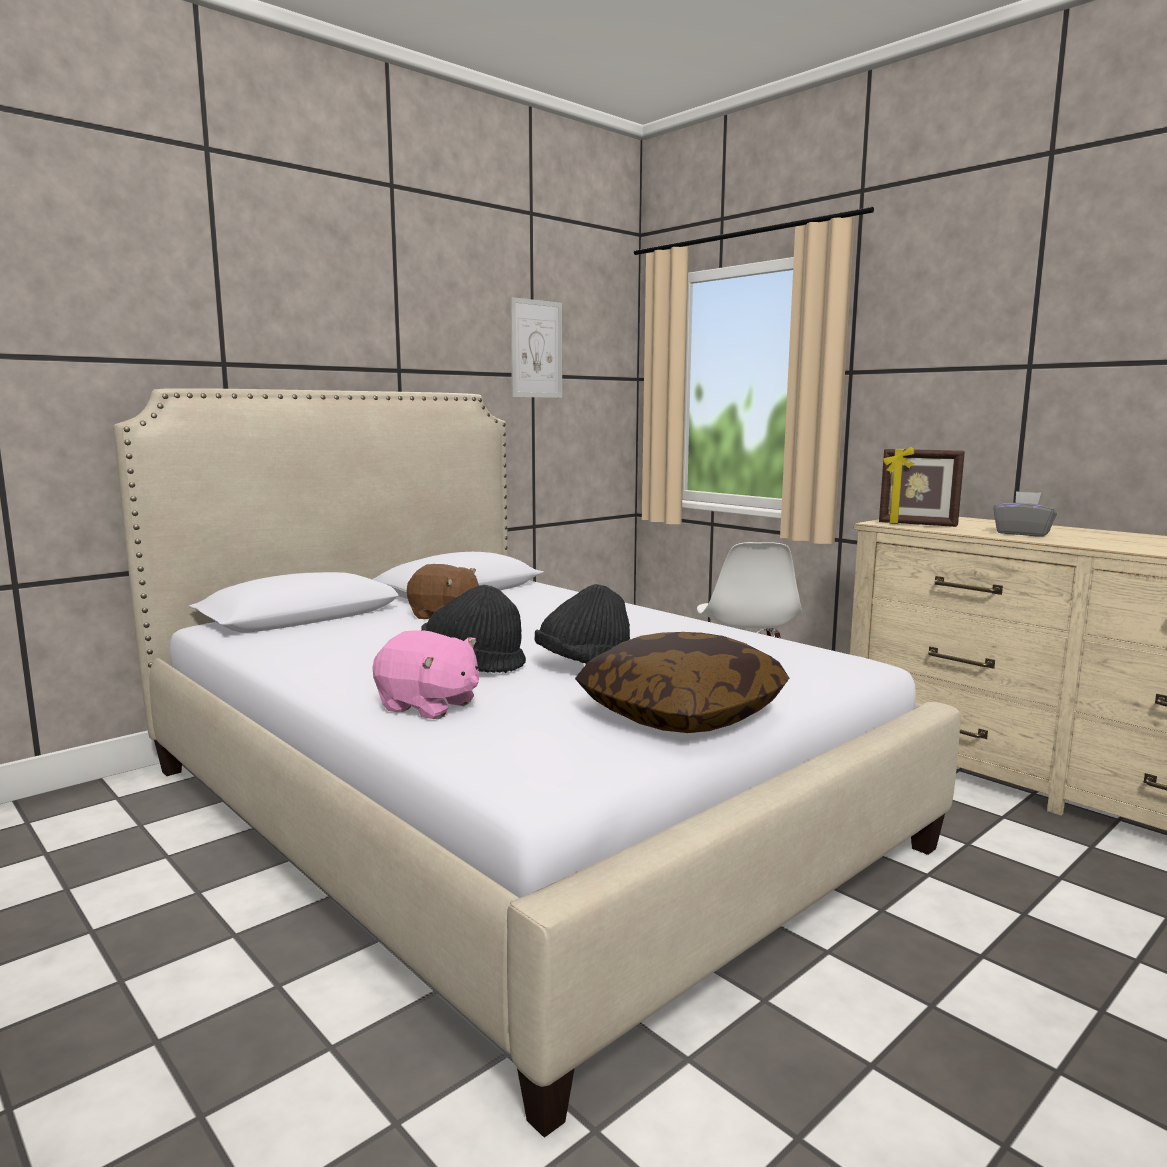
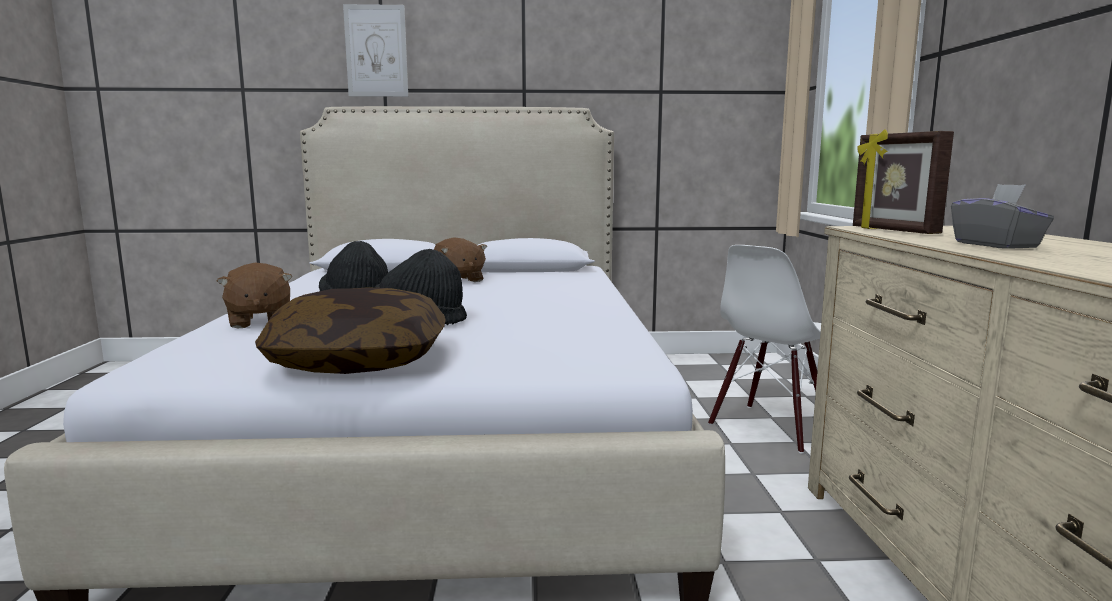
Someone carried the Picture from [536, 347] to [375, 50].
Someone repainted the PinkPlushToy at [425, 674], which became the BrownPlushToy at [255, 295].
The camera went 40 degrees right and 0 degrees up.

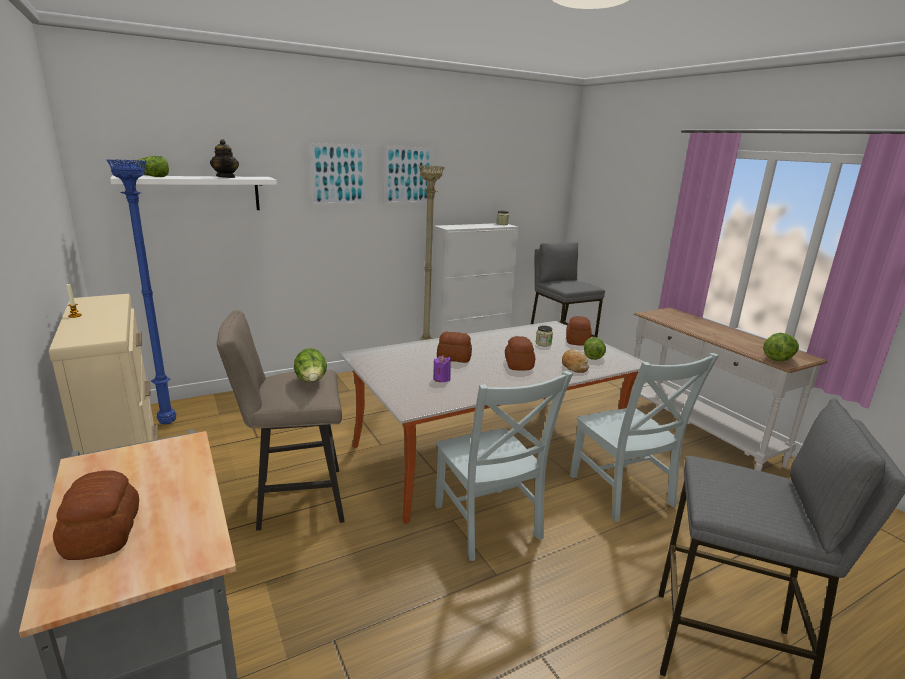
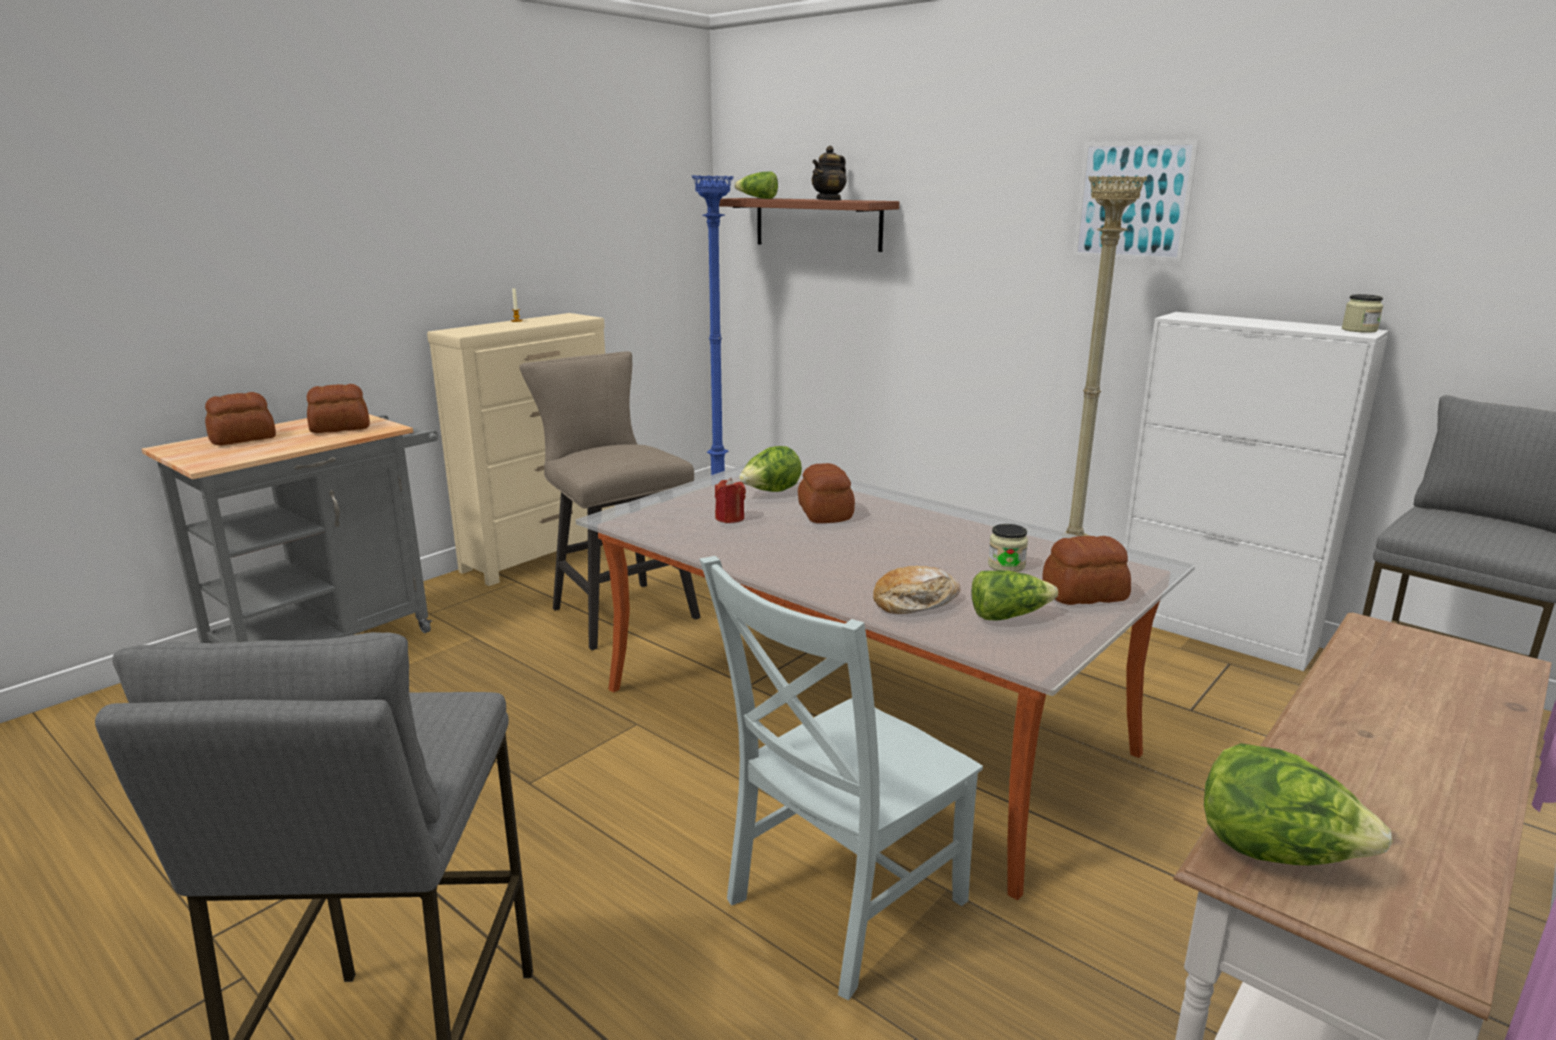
Someone took away the Picture at [337, 174].
Someone took away the GreyChair at [504, 466].
Someone carried the Lettuce from [310, 365] to [770, 469].
Someone carried the Bread from [520, 353] to [338, 408].
Someone repainted the WhiteShelf at [193, 193], which became the BrownShelf at [809, 225].
Someone repainted the PurpleCandle at [442, 368], which became the RedCandle at [730, 500].
The camera went 70 degrees right and 0 degrees up.

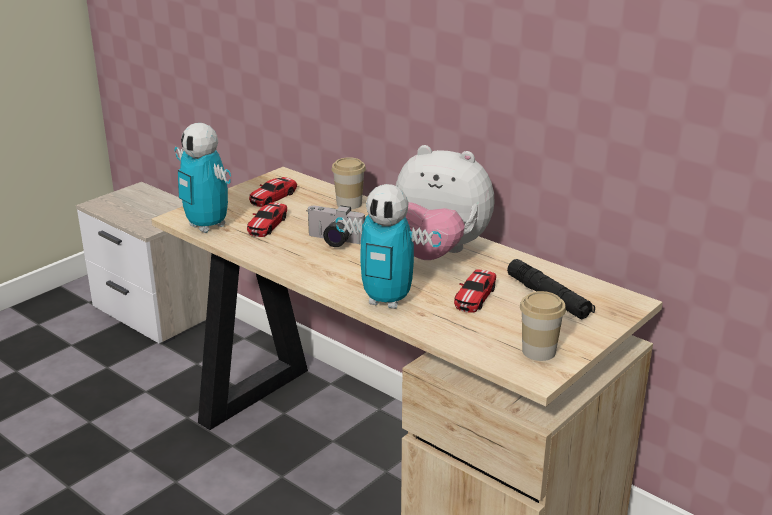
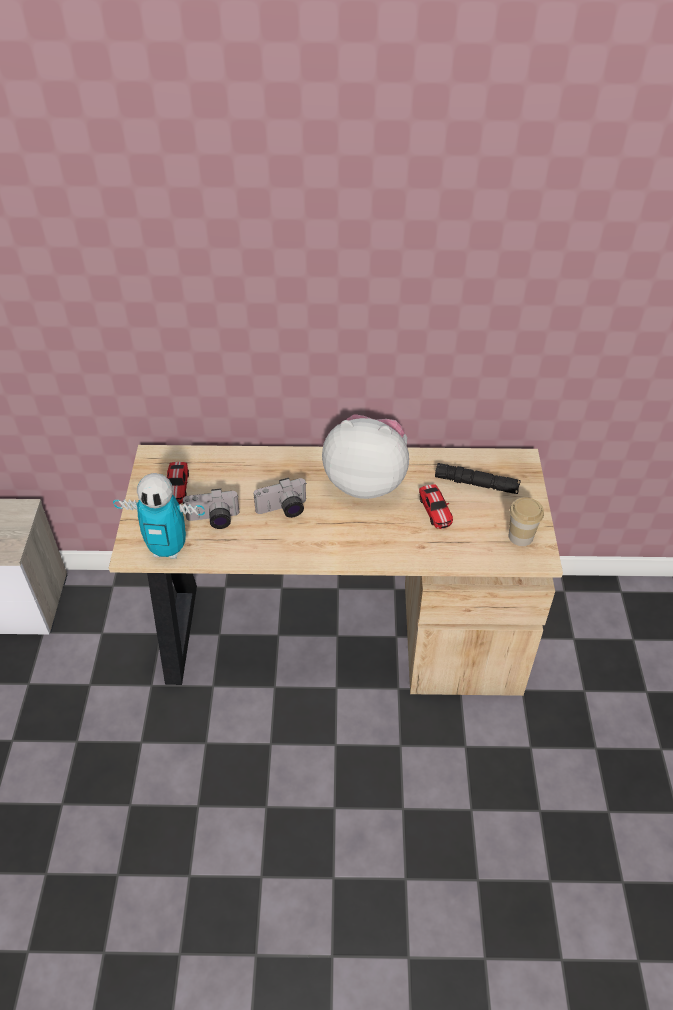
Someone took away the Cup at [349, 183].
Someone took away the ToyRobot at [388, 246].
Someone swapped the ToyCar at [267, 220] for the PhotoCamera at [211, 508].
Someone rotated the PlushToy at [445, 202] by 150 degrees counterclockwise.
The camera went 40 degrees left and 20 degrees up.

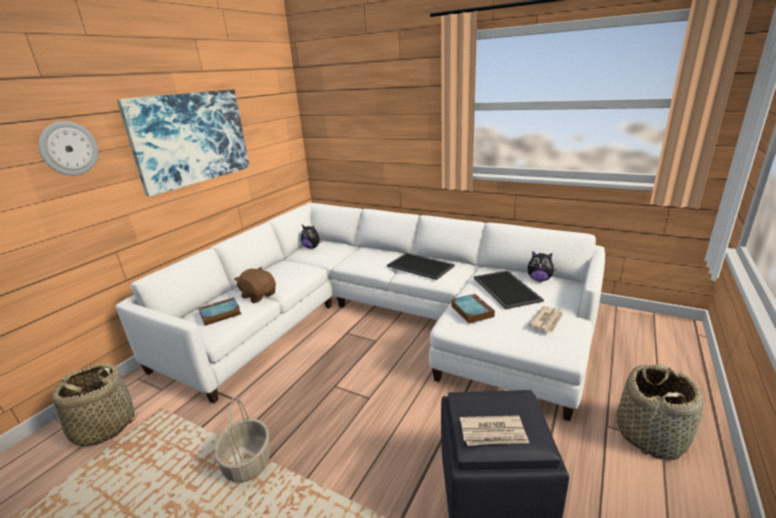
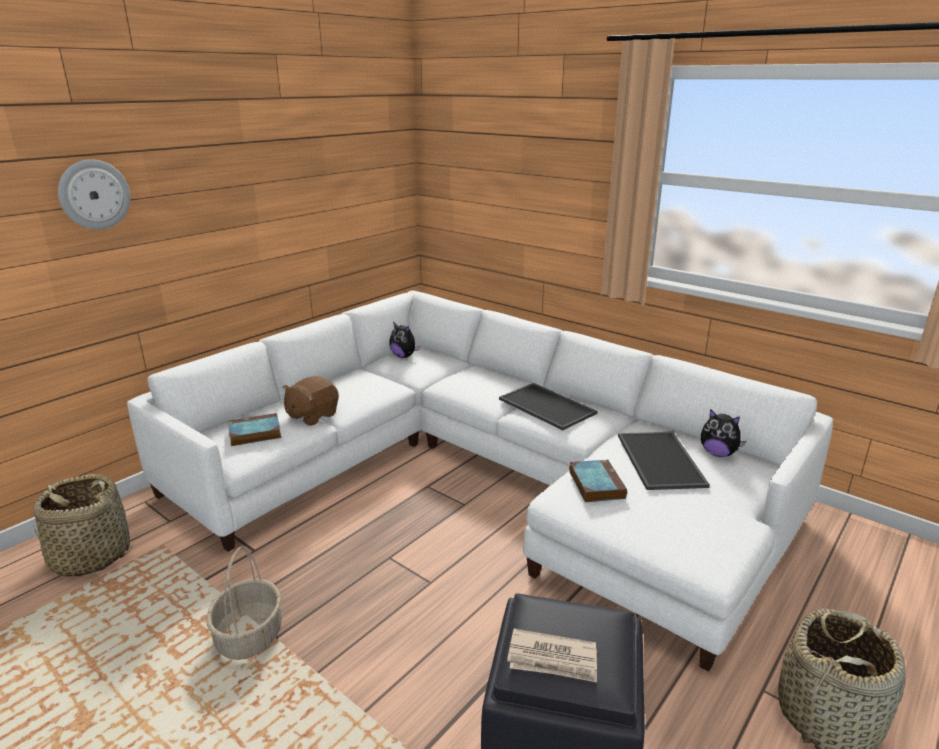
Someone took away the Picture at [183, 142].
Someone took away the Newspaper at [545, 319].
Someone rotated the BrownPlushToy at [255, 285] by 105 degrees counterclockwise.
The camera went 10 degrees right and 0 degrees up.

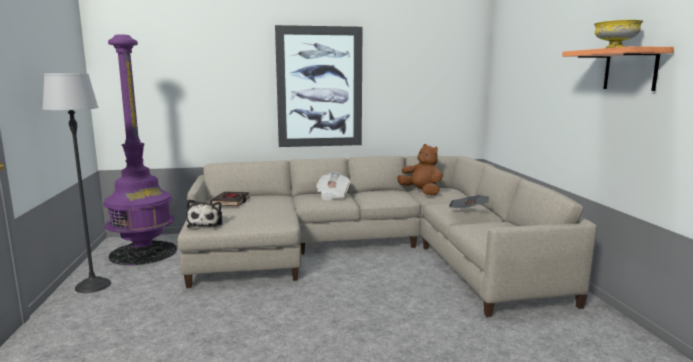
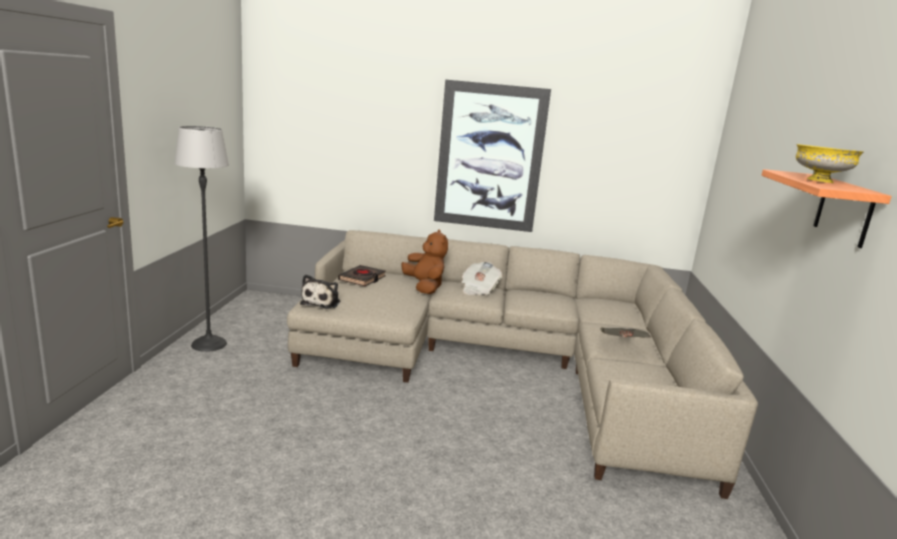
Someone took away the PurpleFloorLamp at [140, 149].
Someone carried the BrownPlushToy from [420, 169] to [424, 262].
The camera went 15 degrees right and 5 degrees up.

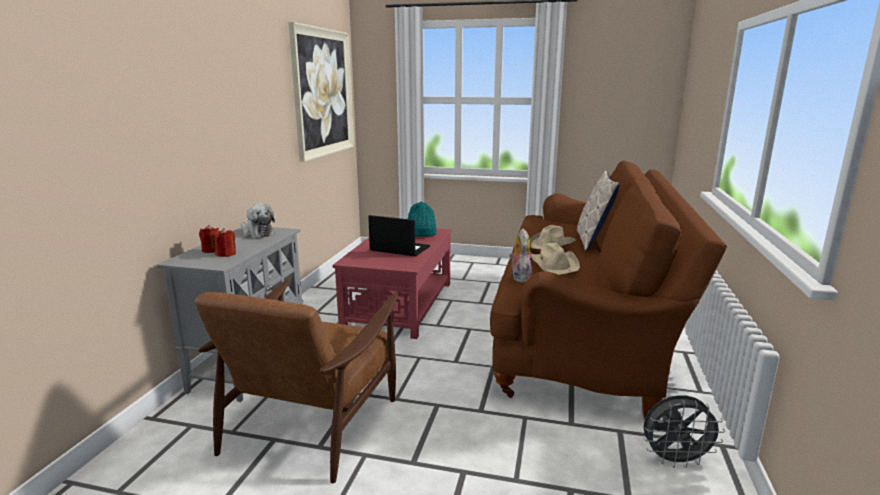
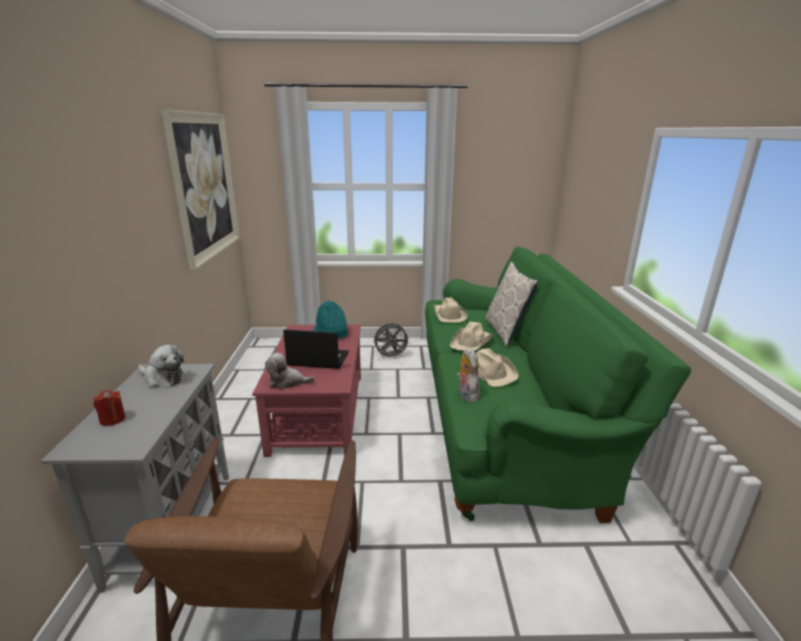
Someone took away the RedCandle at [224, 242].
Someone put down the PlushToy at [290, 371].
Someone put down the BeigeHat at [450, 310].
Someone carried the GreyFan from [684, 431] to [391, 341].
Someone repainted the BrownSofa at [608, 289], which became the GreenSofa at [558, 385].
The camera went 15 degrees left and 5 degrees up.

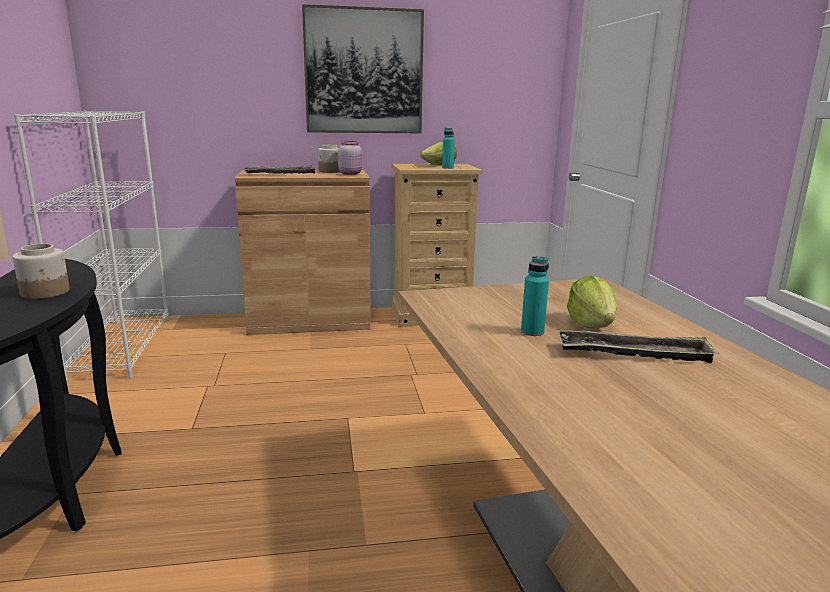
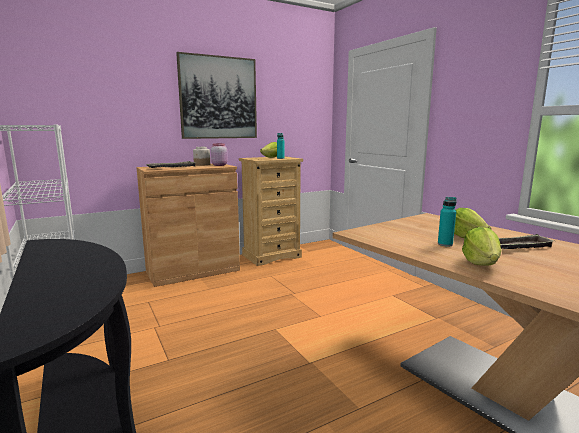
Someone took away the Jar at [41, 271].
Someone put down the Lettuce at [481, 246].
The camera went 20 degrees left and 5 degrees down.

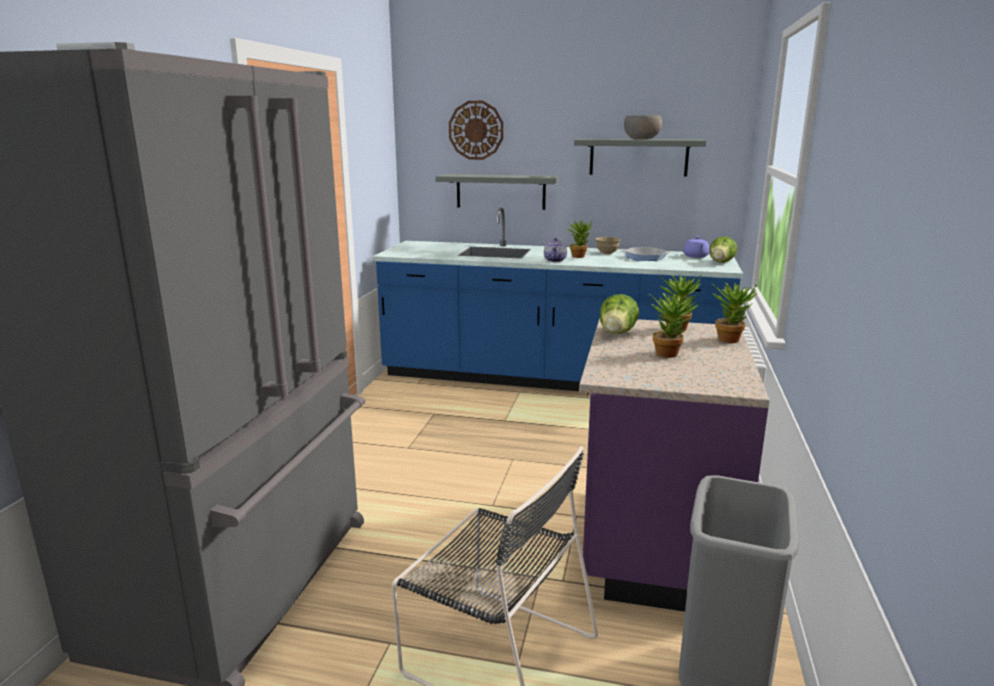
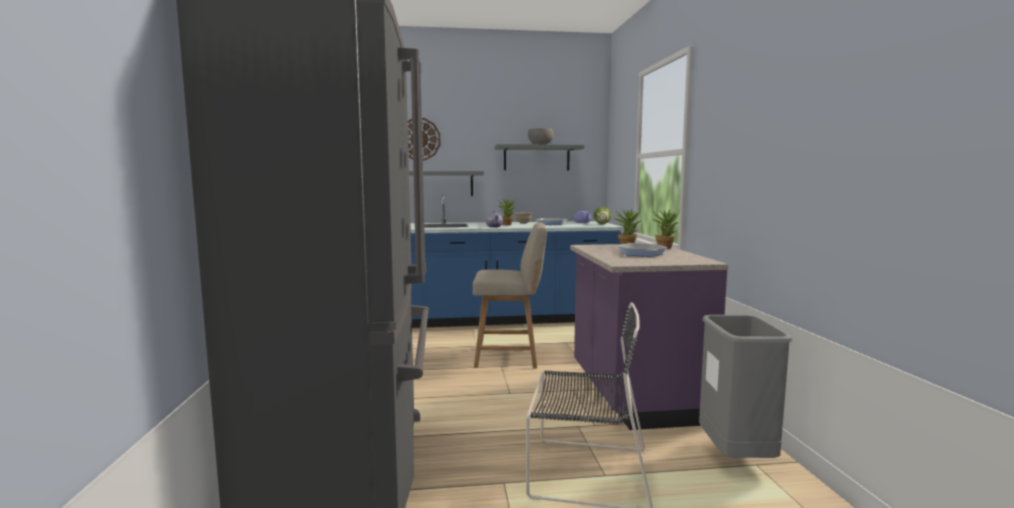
Someone took away the Lettuce at [619, 314].
Someone put down the BeigeChair at [510, 295].
Someone swapped the PottedPlant at [673, 325] for the FryingPan at [642, 250].
The camera went 20 degrees left and 10 degrees down.

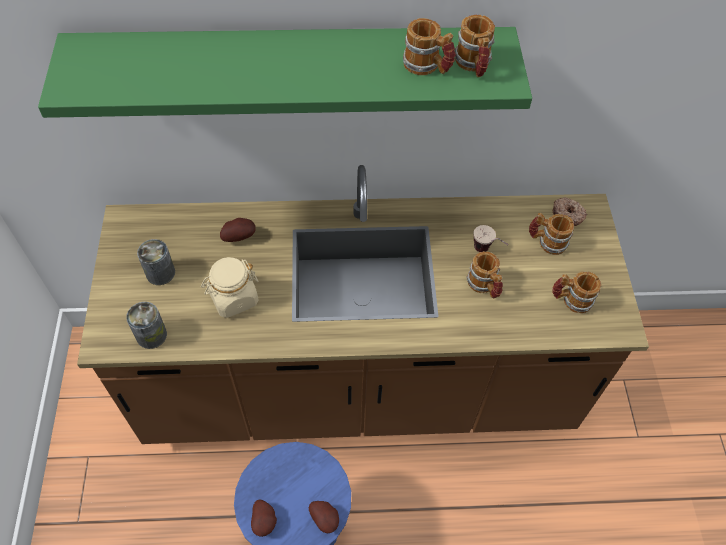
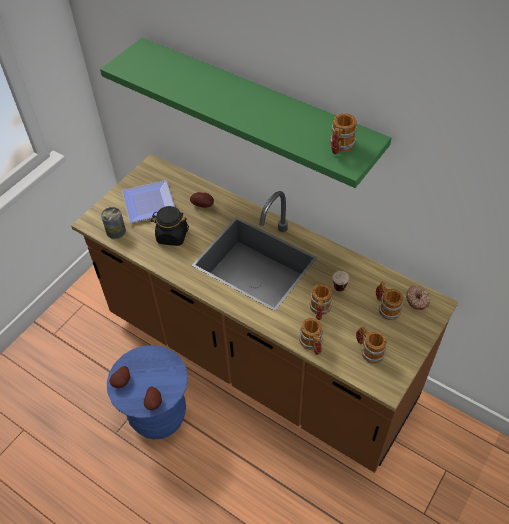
Someone carried the Mug from [429, 46] to [311, 336].
Someone swapped the Can at [156, 262] for the Plate at [148, 201].
Someone repainted the BeigeJar at [230, 287], which became the BlackJar at [170, 226].
The camera went 40 degrees right and 5 degrees down.

